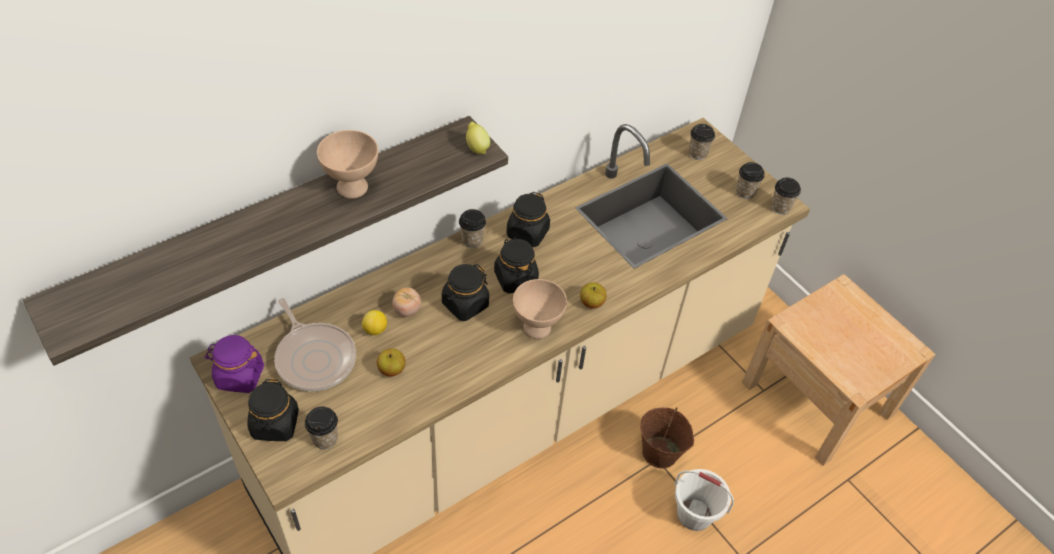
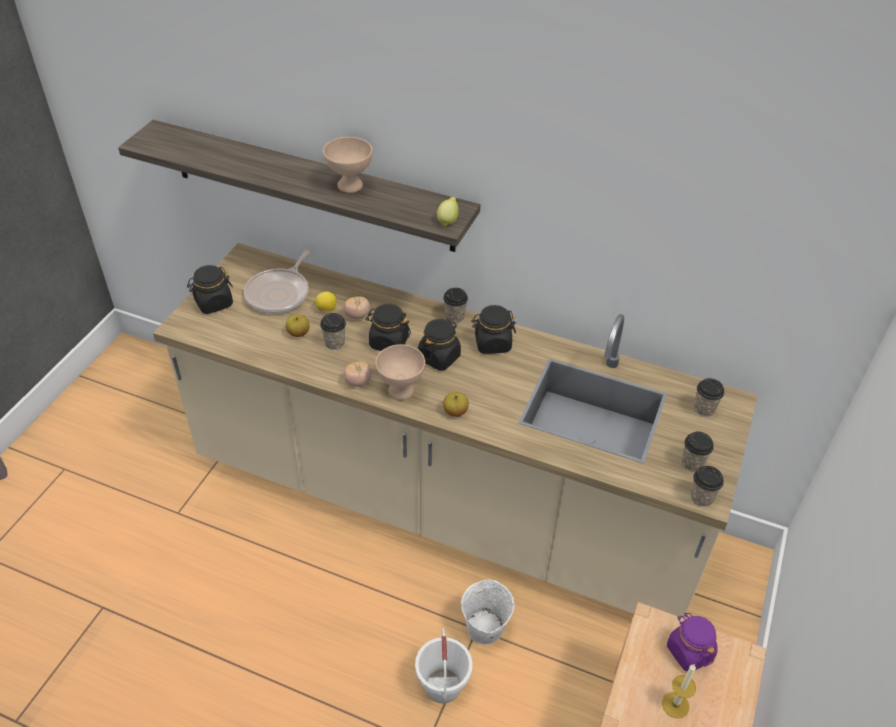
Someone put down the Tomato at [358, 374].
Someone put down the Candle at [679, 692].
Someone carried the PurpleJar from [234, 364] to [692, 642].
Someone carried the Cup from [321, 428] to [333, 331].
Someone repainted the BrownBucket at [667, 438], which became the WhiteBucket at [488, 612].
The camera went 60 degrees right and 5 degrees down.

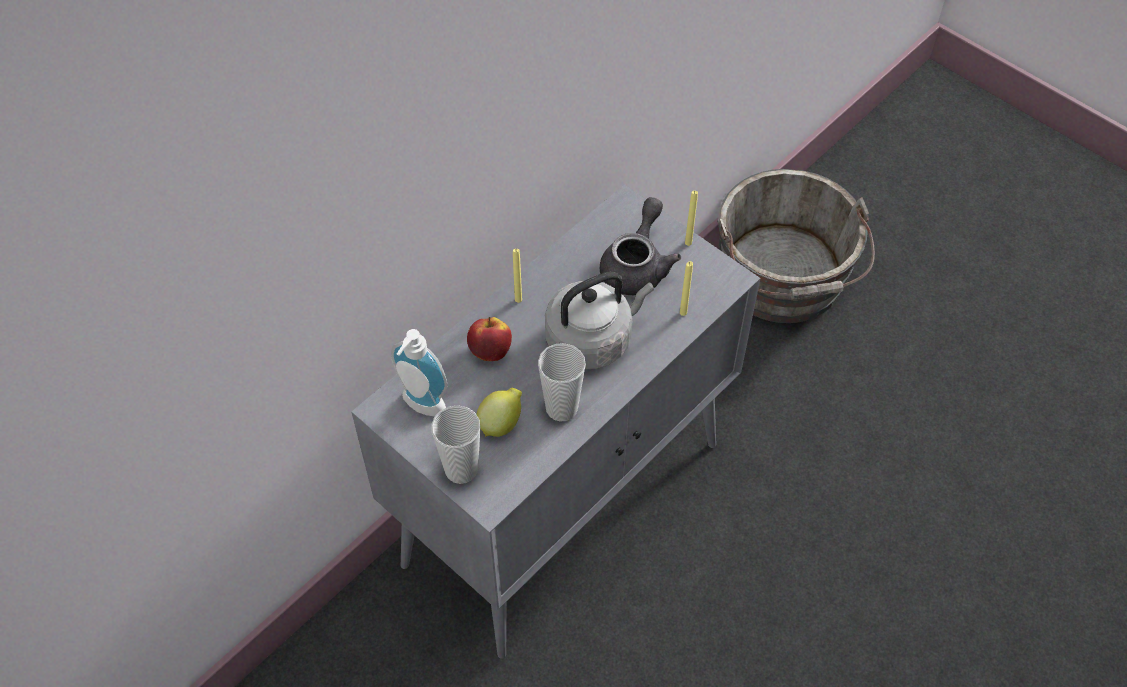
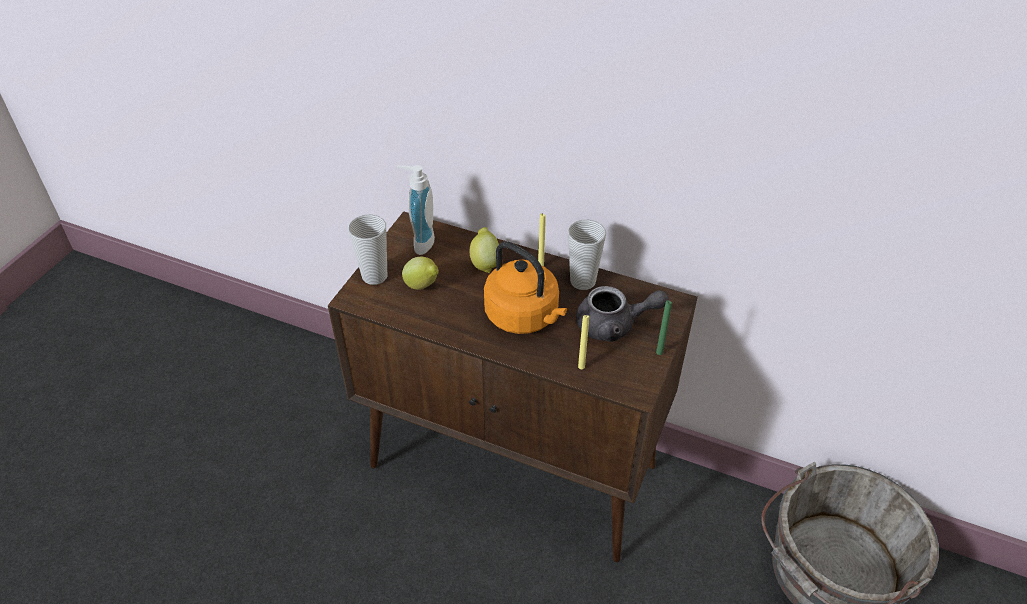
Someone carried the Cup from [562, 382] to [587, 255].
Someone swapped the Apple at [489, 339] for the Lemon at [484, 250].
Someone repainted the GreyCabinet at [555, 421], which became the BrownCabinet at [513, 386].
Someone repainted the GreyKettle at [599, 320], which became the OrangeKettle at [525, 287].
Someone repainted the YellowCandle at [691, 218], which became the GreenCandle at [664, 327].
The camera went 70 degrees right and 10 degrees down.

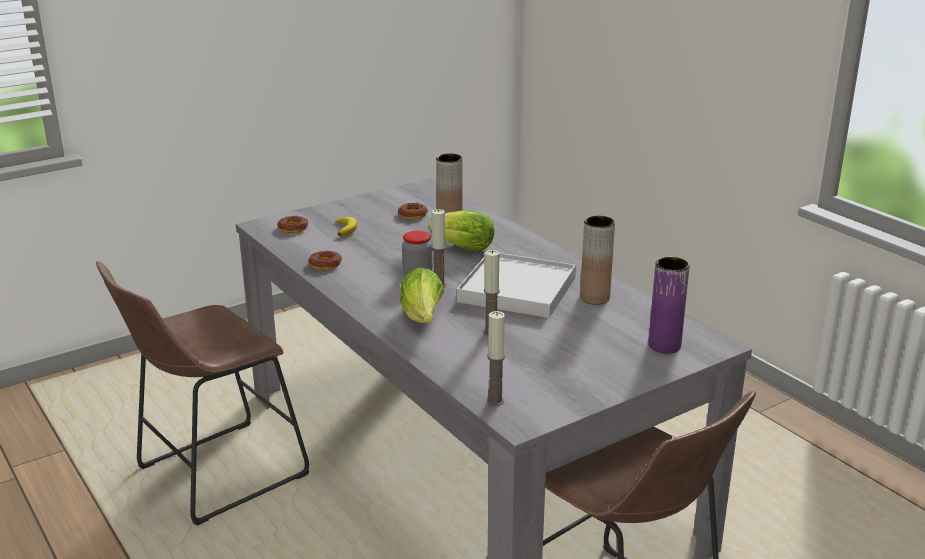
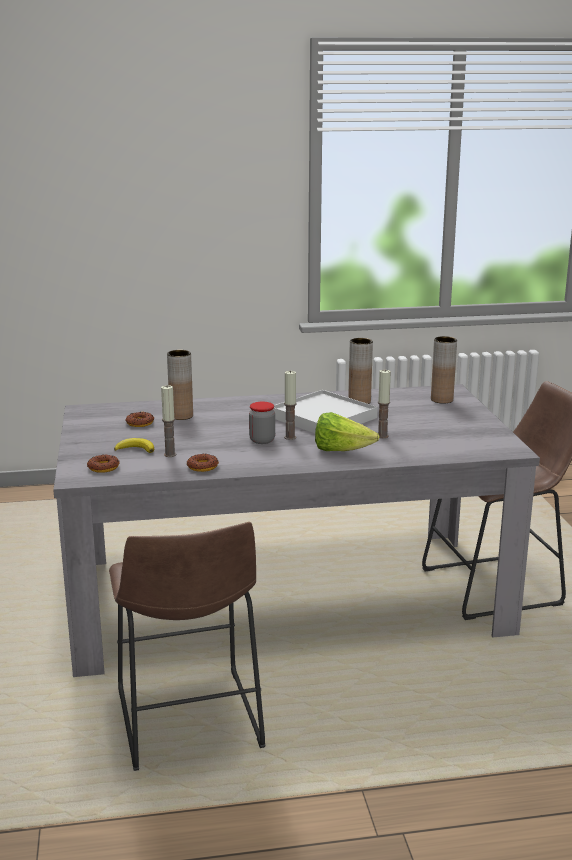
Someone took away the Lettuce at [461, 230].
Someone carried the Candle from [496, 358] to [168, 421].
Someone repainted the PurpleVase at [669, 305], which became the BrownVase at [444, 370].
The camera went 65 degrees left and 5 degrees down.

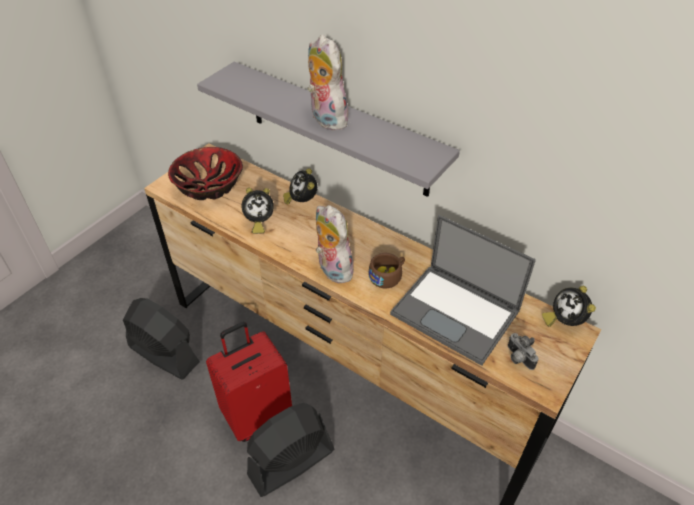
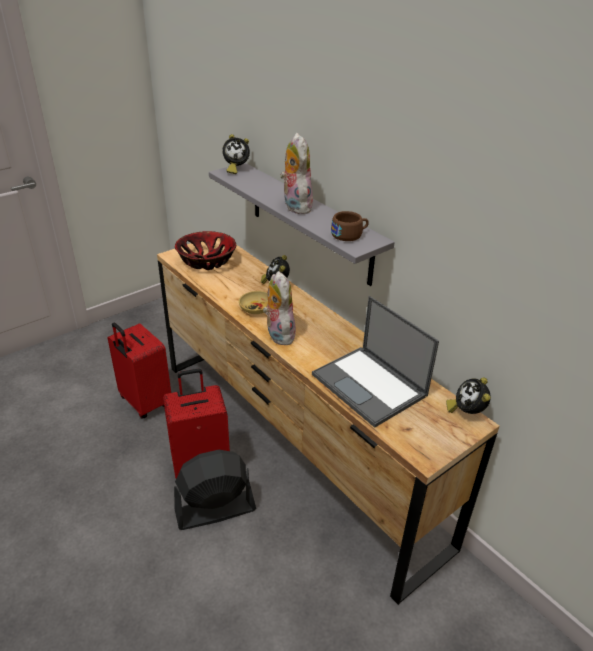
Someone took away the PhotoCamera at [523, 351].
Someone put down the BeigeBowl at [253, 302].
Someone carried the AlarmClock from [257, 211] to [236, 154].
Someone carried the BrownCup from [387, 270] to [350, 226].
Someone swapped the BlackFan at [161, 339] for the RedSuitcase at [139, 371].
The camera went 15 degrees right and 10 degrees down.

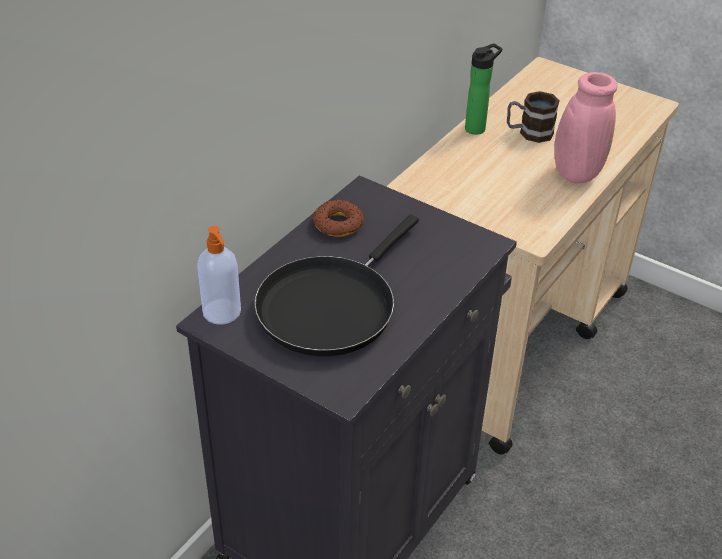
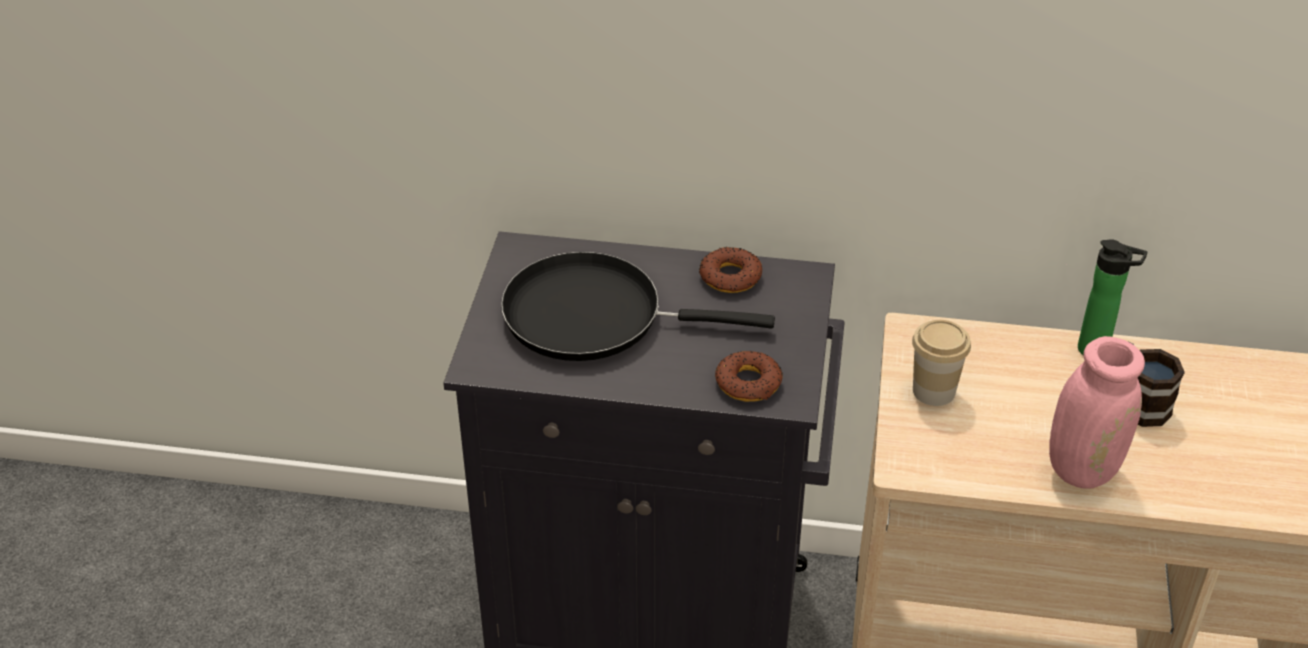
Someone took away the SoapDispenser at [219, 275].
Someone put down the Donut at [749, 376].
Someone put down the Cup at [941, 363].
The camera went 65 degrees right and 0 degrees up.

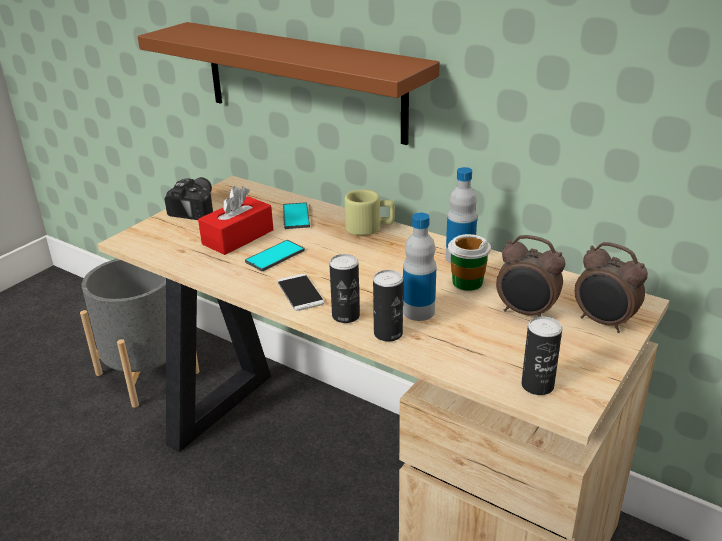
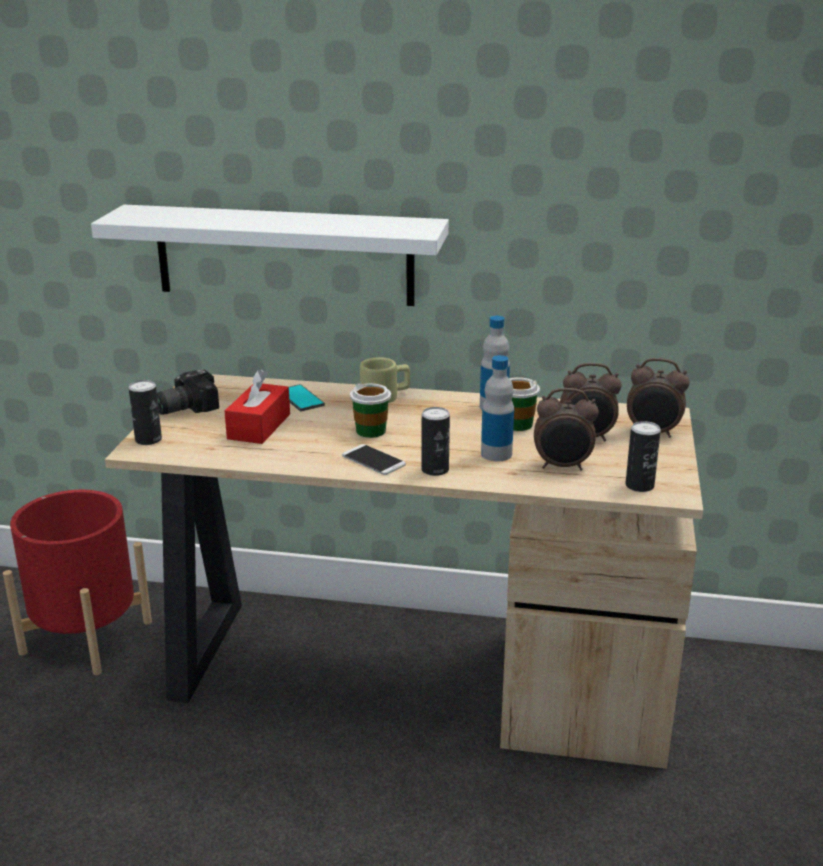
Someone took away the Phone at [275, 255].
Someone put down the Cup at [370, 410].
Someone put down the AlarmClock at [566, 429].
Someone carried the Can from [388, 306] to [145, 412].
Someone repainted the GreyPlanter at [140, 333], which became the RedPlanter at [77, 582].
Someone repainted the BrownShelf at [289, 83], which became the WhiteShelf at [270, 255].
Someone rotated the PhotoCamera at [189, 198] by 120 degrees counterclockwise.
The camera went 25 degrees left and 5 degrees down.

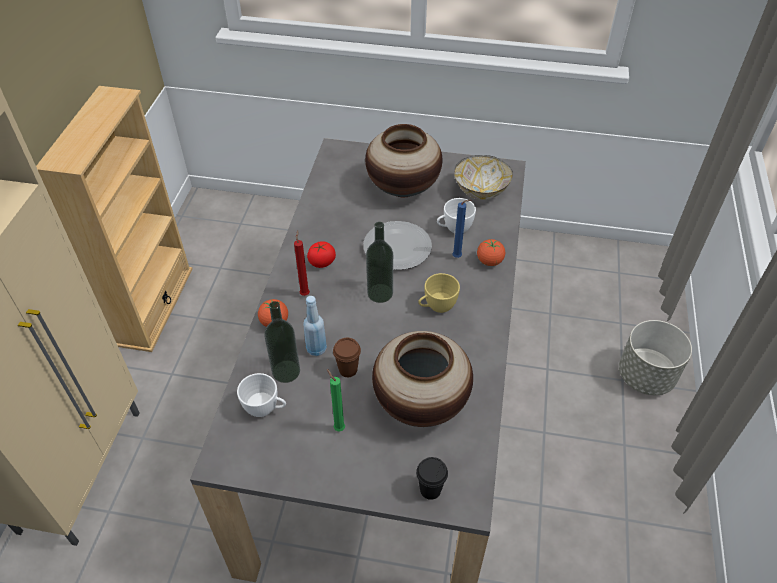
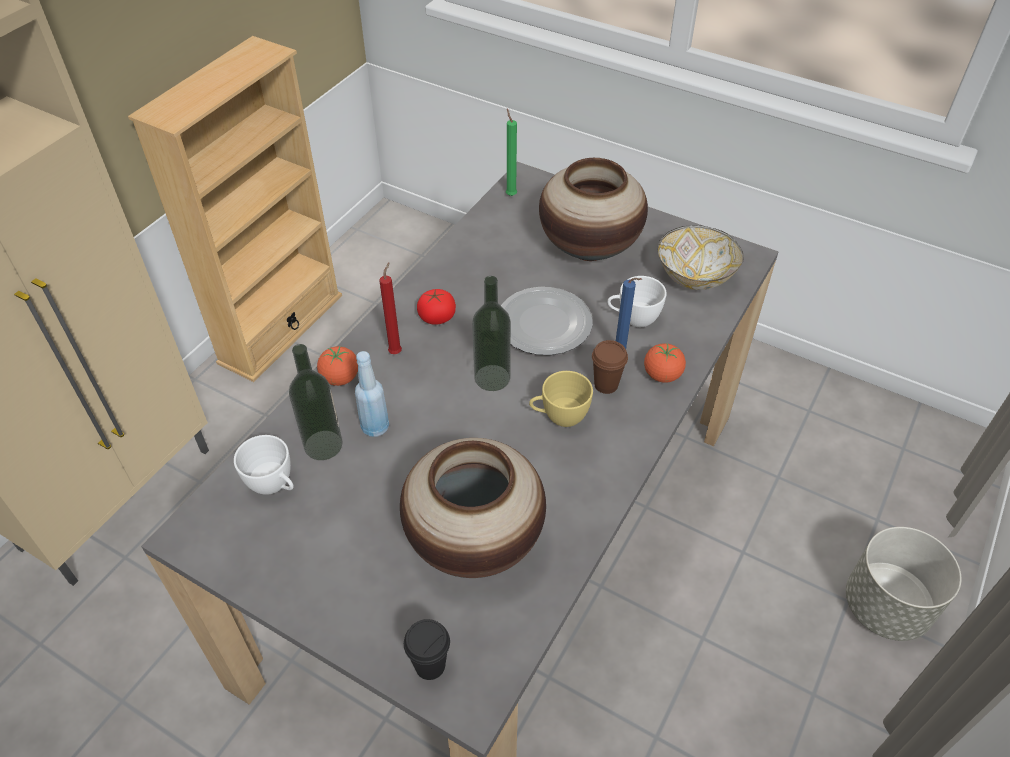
Someone carried the GreenCandle from [336, 400] to [511, 152].
Someone carried the BrownCup from [347, 357] to [610, 367].
The camera went 20 degrees right and 0 degrees up.

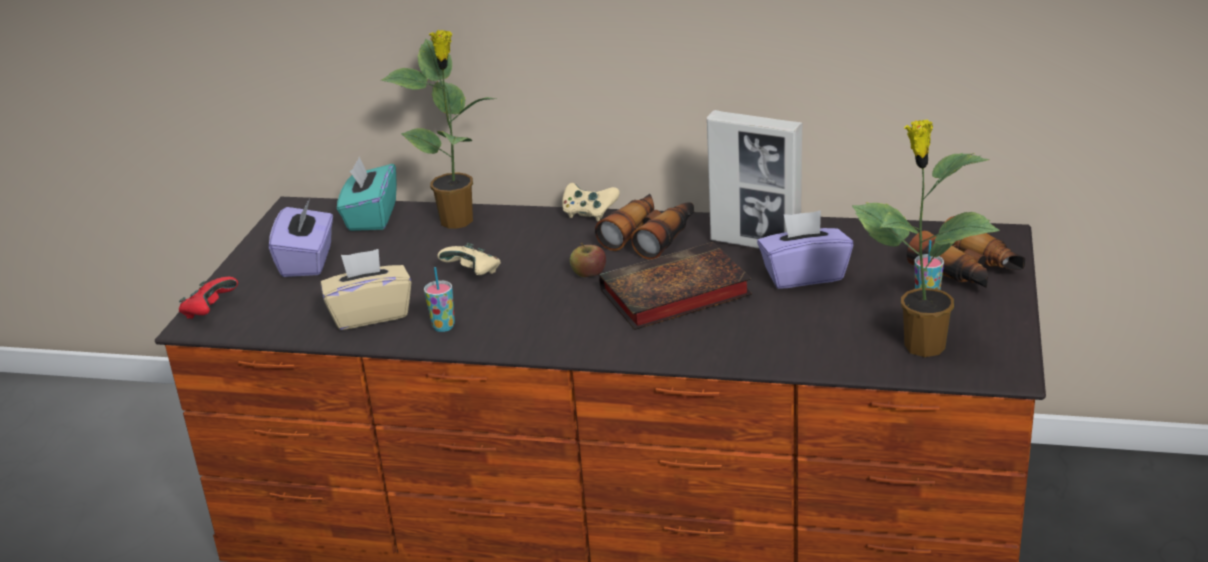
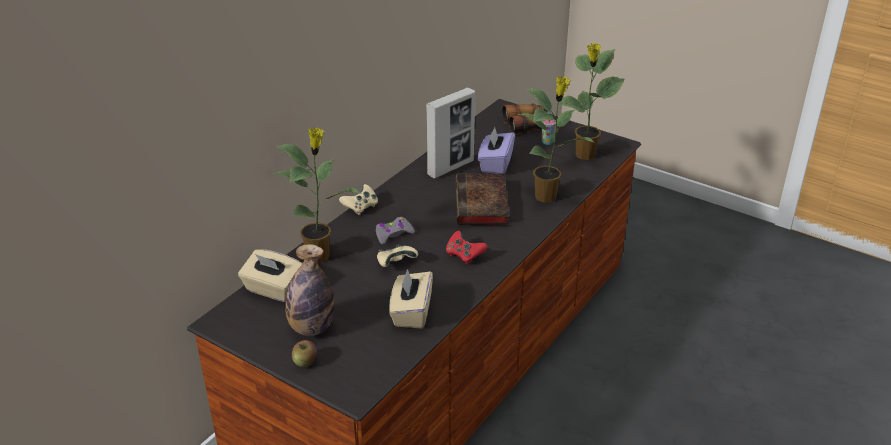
Someone took away the Cup at [439, 299].
Someone took away the Binoculars at [644, 227].
Someone put down the GreyGameController at [395, 230].
Someone put down the PottedPlant at [556, 139].
Someone carried the RedGameController from [208, 298] to [466, 247].
Someone carried the Apple from [588, 260] to [304, 353].
Someone swapped the PurpleTissueBox at [301, 238] for the Bottle at [309, 290].
Someone repainted the TurquoiseTissueBox at [367, 194], which became the BeigeTissueBox at [270, 275].
The camera went 70 degrees left and 5 degrees up.

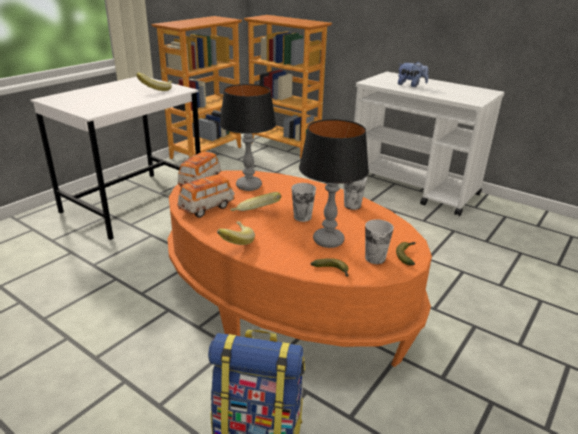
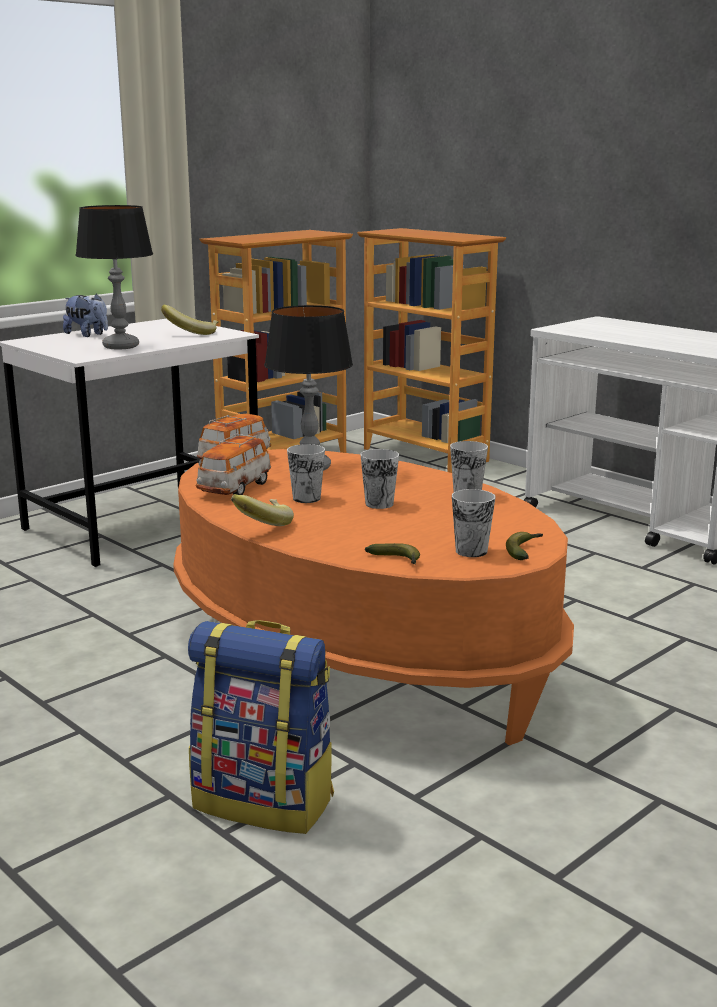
Someone carried the TableLamp from [334, 183] to [114, 277].
Someone carried the PlushToy from [413, 74] to [85, 315].
Someone swapped the Banana at [255, 201] for the Cup at [306, 473].
Someone rotated the ToyCar at [206, 196] by 150 degrees clockwise.
The camera went 10 degrees right and 10 degrees down.

